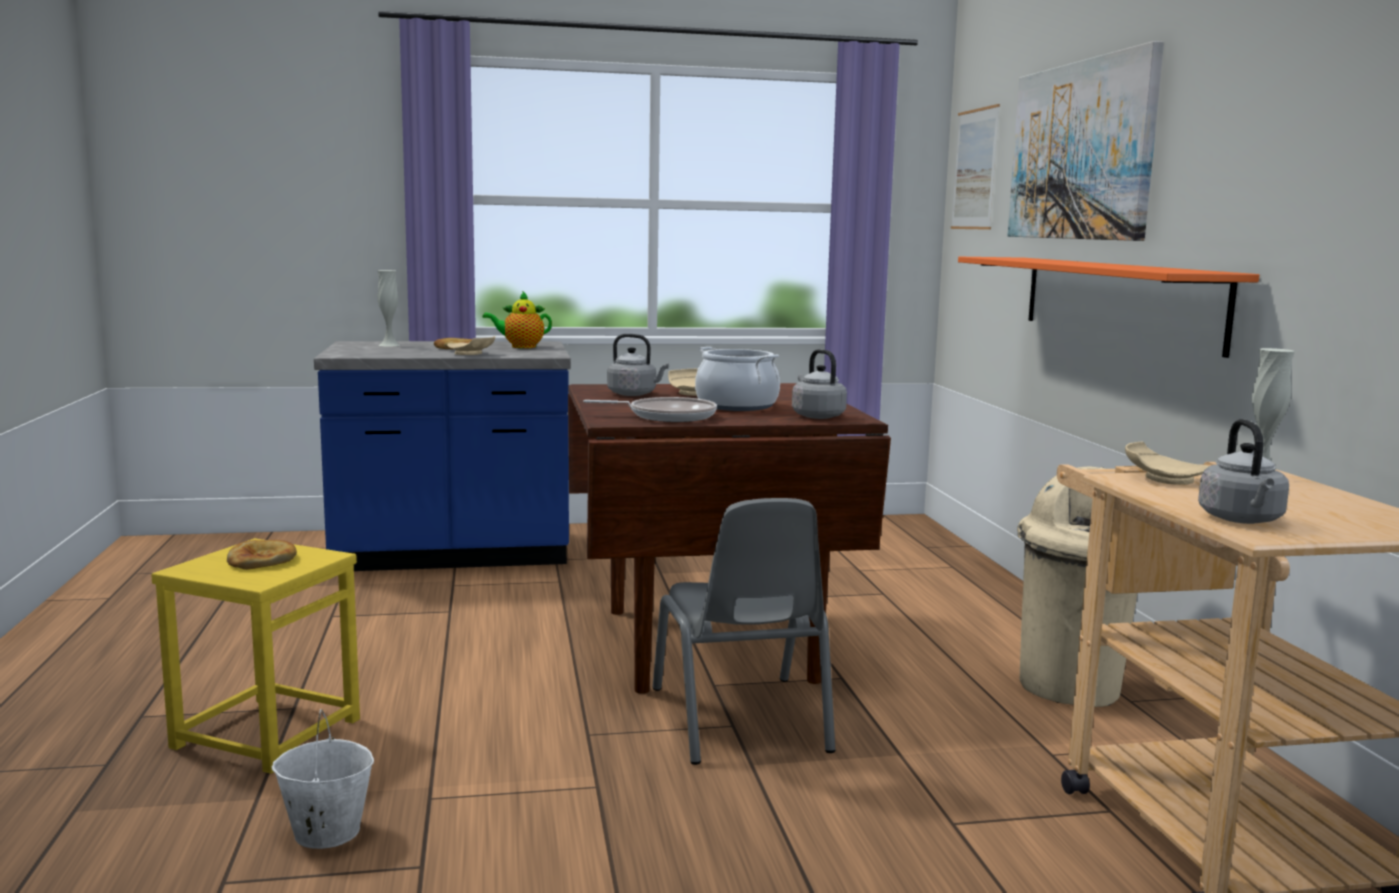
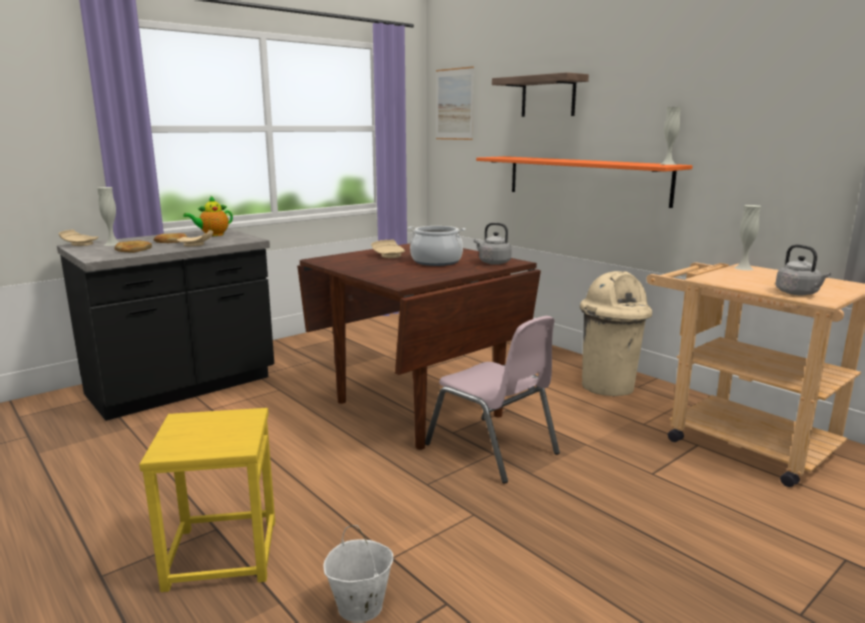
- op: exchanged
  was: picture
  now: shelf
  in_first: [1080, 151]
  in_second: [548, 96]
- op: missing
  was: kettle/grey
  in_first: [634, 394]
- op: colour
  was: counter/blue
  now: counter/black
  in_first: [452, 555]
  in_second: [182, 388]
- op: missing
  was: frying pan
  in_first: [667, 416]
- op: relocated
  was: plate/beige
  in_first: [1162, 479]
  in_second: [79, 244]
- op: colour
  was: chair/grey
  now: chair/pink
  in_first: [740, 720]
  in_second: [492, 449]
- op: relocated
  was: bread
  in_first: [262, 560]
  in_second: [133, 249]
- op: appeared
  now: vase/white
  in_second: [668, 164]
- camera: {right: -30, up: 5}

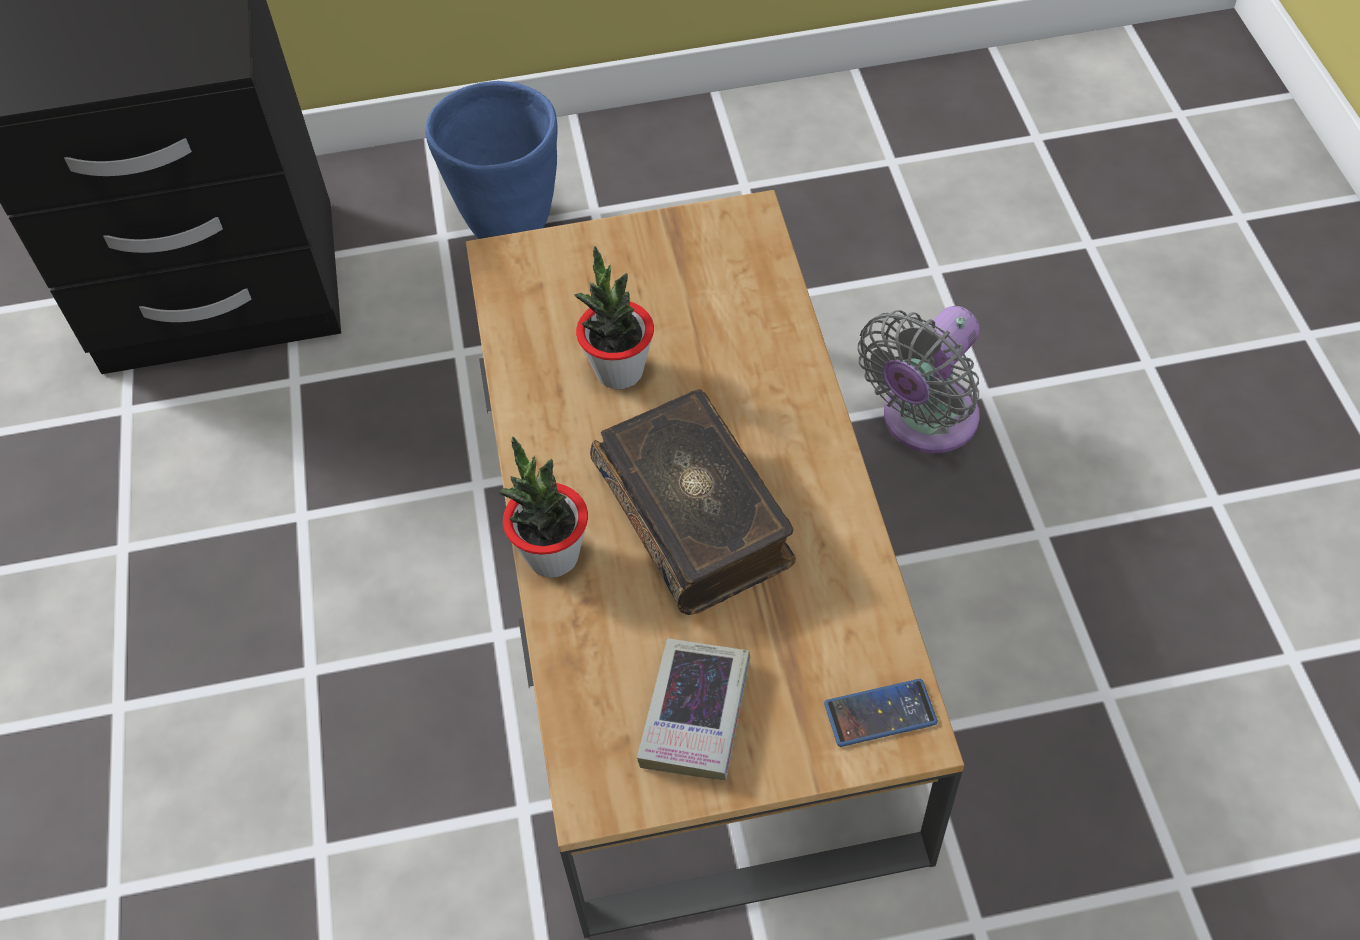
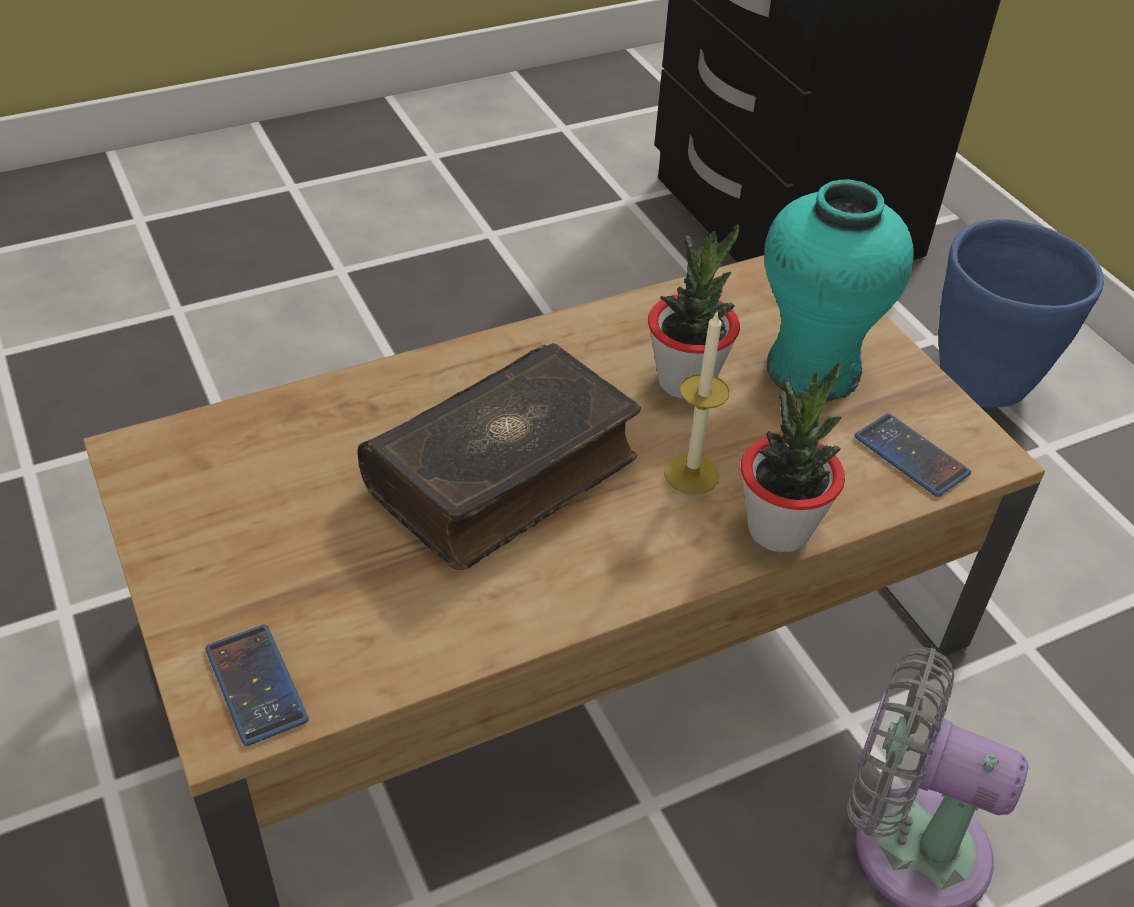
- op: relocated
  was: potted plant
  in_first: [552, 556]
  in_second: [779, 529]
- op: missing
  was: book
  in_first: [696, 714]
- op: appeared
  now: vase/turquoise
  in_second: [812, 370]
- op: appeared
  now: candle
  in_second: [691, 474]
- op: appeared
  now: phone
  in_second: [911, 456]
- camera: {right: 70, up: -10}

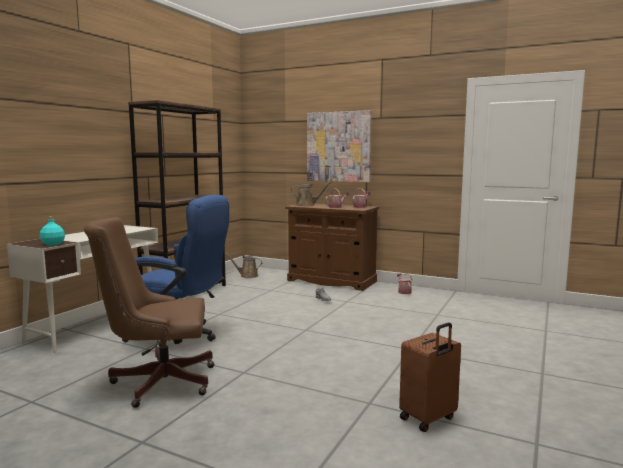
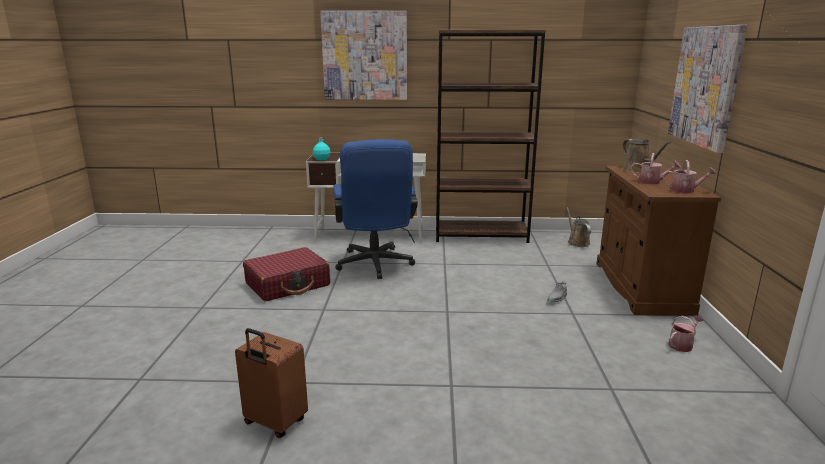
- op: exchanged
  was: office chair/brown
  now: suitcase/red
  in_first: [157, 381]
  in_second: [288, 284]
- op: appeared
  now: picture
  in_second: [365, 56]
- camera: {right: 65, up: 10}

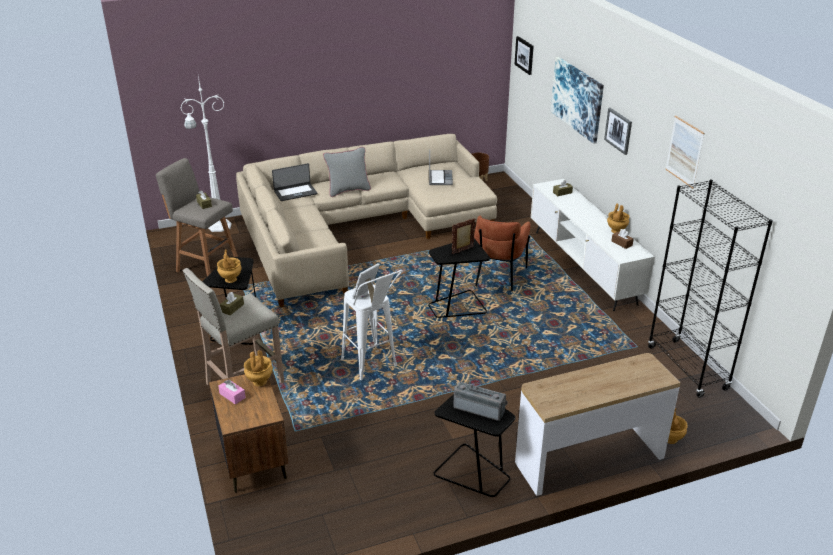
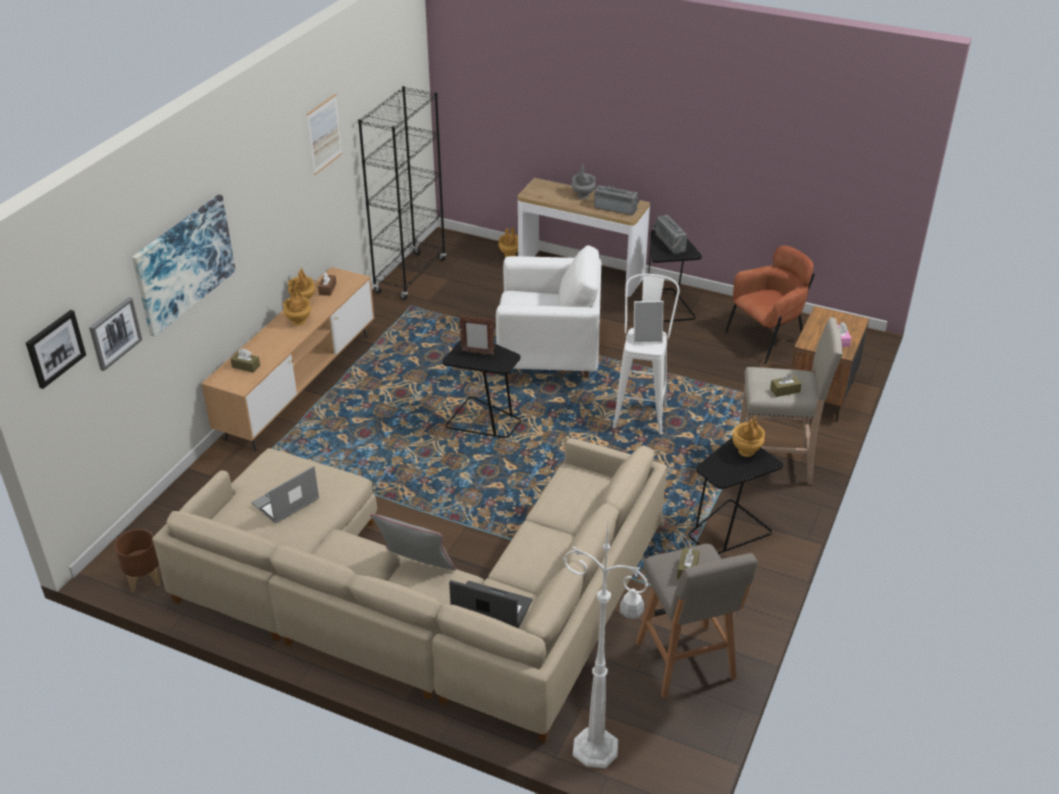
- op: relocated
  was: picture
  in_first: [618, 130]
  in_second: [114, 333]
- op: colour
  was: tv stand/white
  now: tv stand/brown
  in_first: [582, 266]
  in_second: [300, 387]
- op: relocated
  was: armchair/brown
  in_first: [497, 276]
  in_second: [767, 340]
- op: relocated
  was: vase/brown
  in_first: [259, 382]
  in_second: [299, 321]
- op: appeared
  now: vase/grey
  in_second: [583, 196]
- op: appeared
  now: radio
  in_second: [616, 208]
- op: appeared
  now: armchair/white
  in_second: [548, 357]
- camera: {right: -135, up: 5}

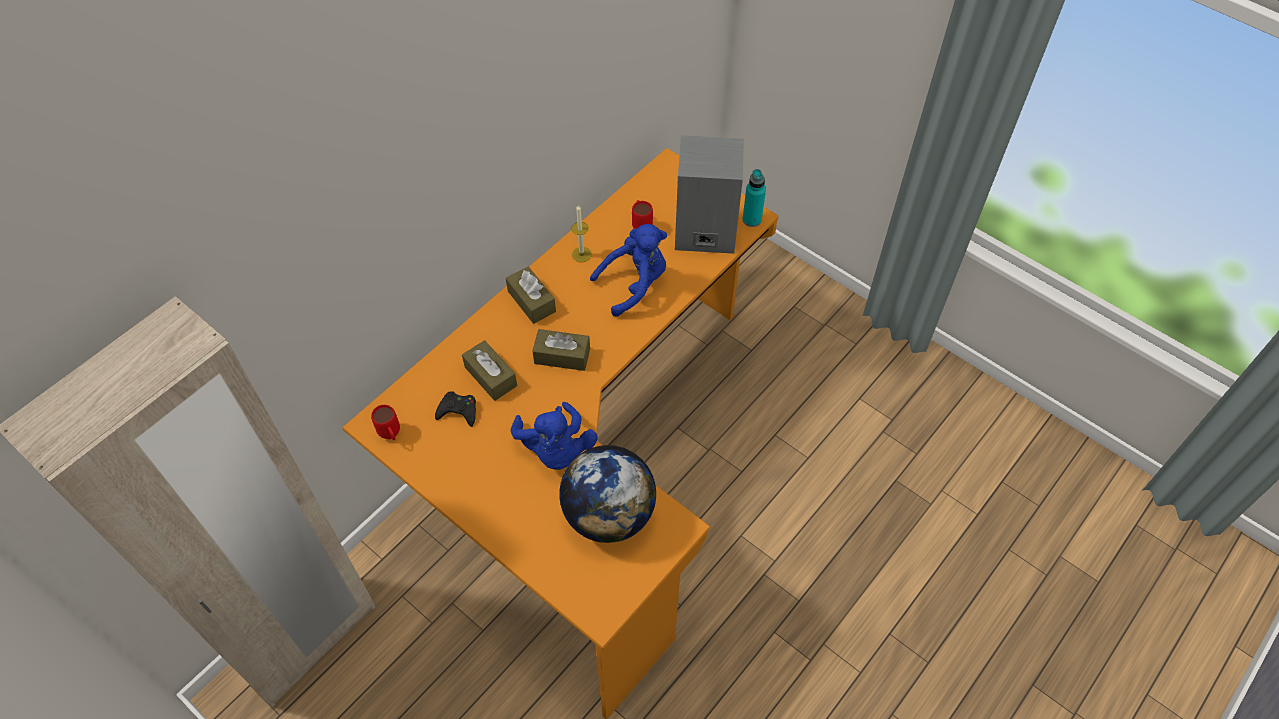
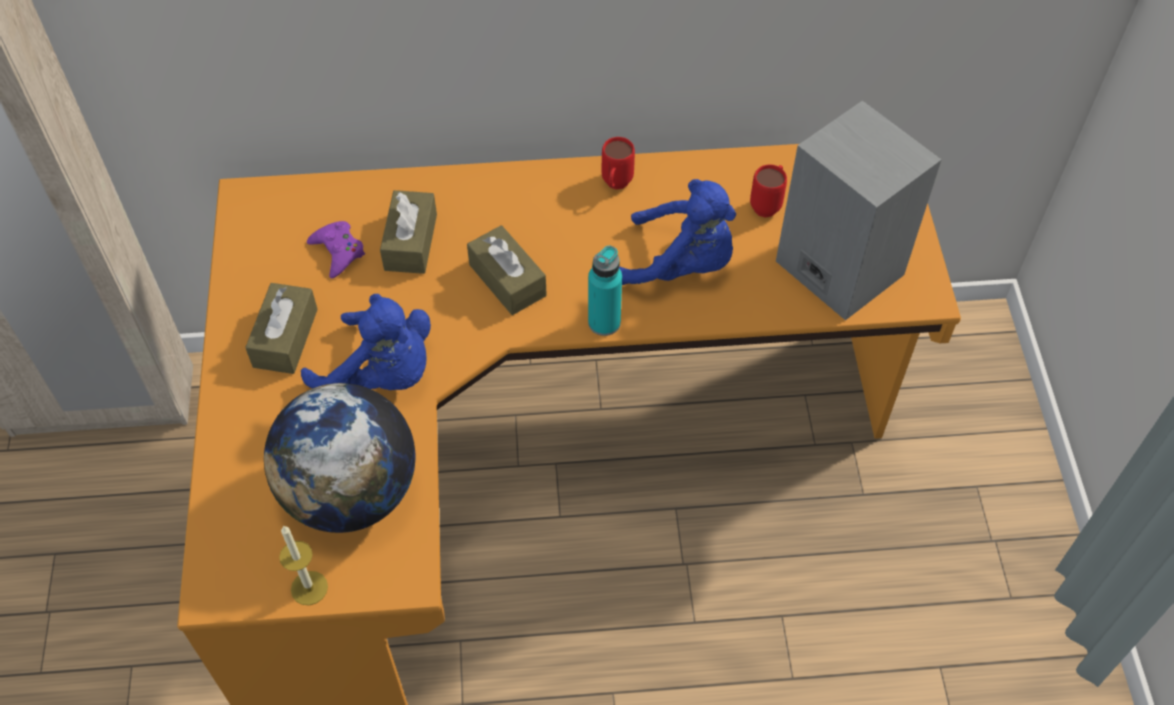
- op: relocated
  was: bottle/turquoise
  in_first: [752, 220]
  in_second: [604, 322]
- op: relocated
  was: candle
  in_first: [581, 254]
  in_second: [309, 588]
- op: relocated
  was: tissue box/brown
  in_first: [531, 301]
  in_second: [285, 338]
- op: colour
  was: game controller/black
  now: game controller/purple
  in_first: [458, 411]
  in_second: [338, 252]
- op: spun
  was: plush toy/blue
  in_first: [556, 450]
  in_second: [381, 375]
  clockwise: -90
- op: relocated
  was: mug/red
  in_first: [391, 436]
  in_second: [615, 186]
- camera: {right: 45, up: 0}

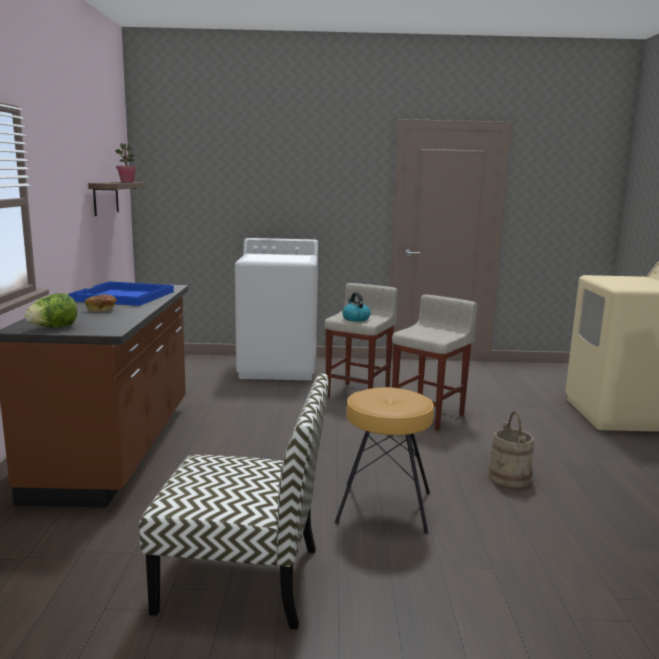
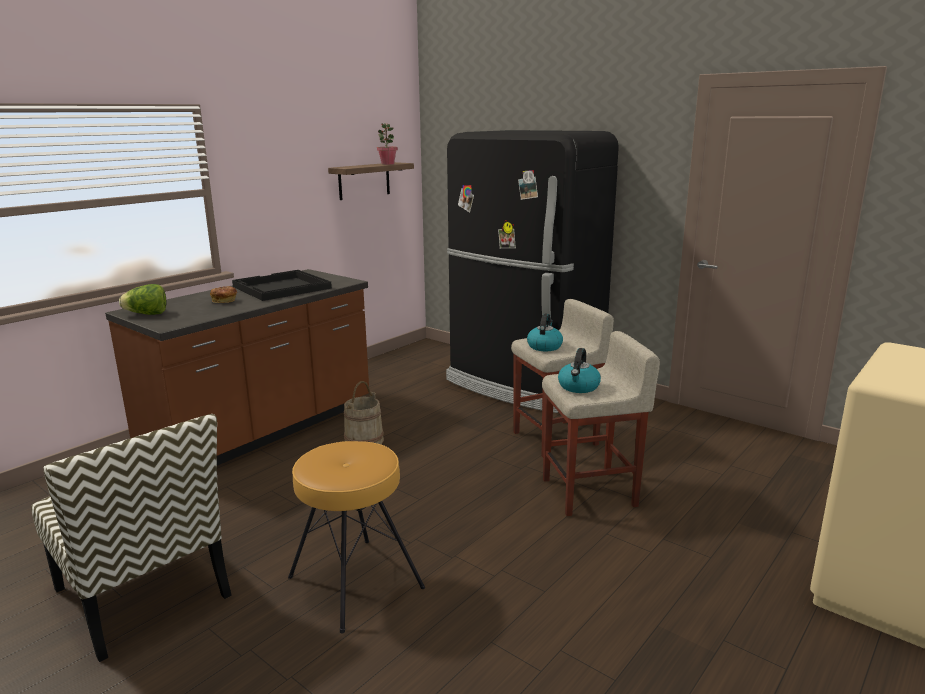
- op: exchanged
  was: washing machine/white
  now: fridge/black
  in_first: [278, 368]
  in_second: [523, 384]
- op: colour
  was: tray/blue
  now: tray/black
  in_first: [124, 296]
  in_second: [281, 288]
- op: relocated
  was: bucket/beige
  in_first: [510, 477]
  in_second: [364, 441]
- op: appeared
  now: kettle
  in_second: [578, 387]
- camera: {right: 40, up: 5}

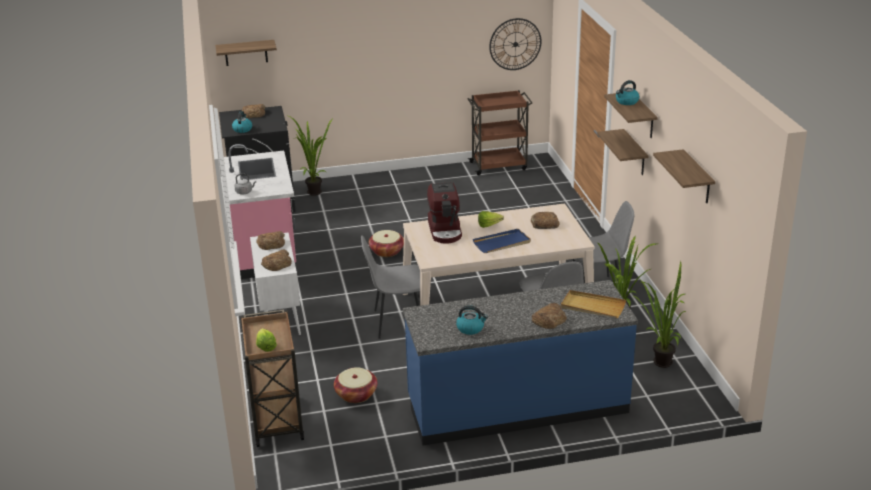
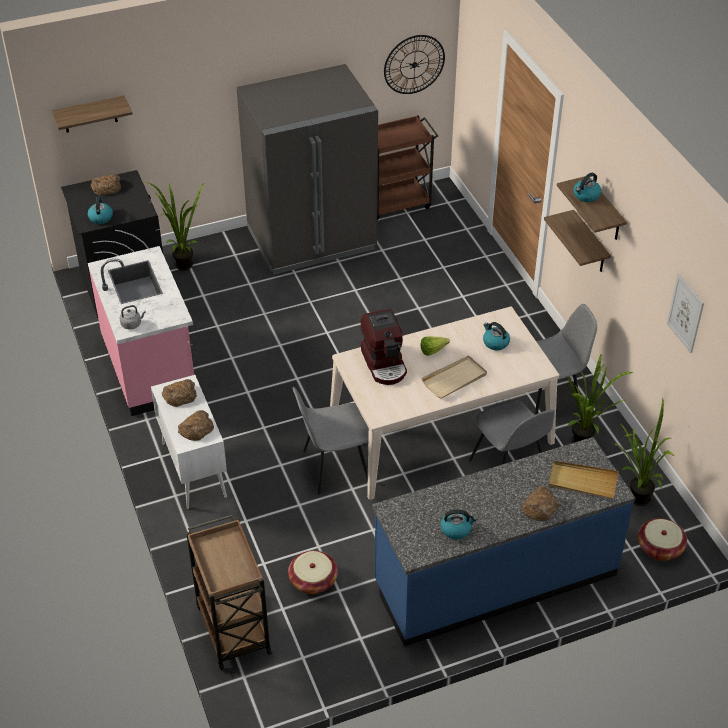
- op: exchanged
  was: shelf
  now: picture
  in_first: [697, 178]
  in_second: [685, 313]
- op: exchanged
  was: bread
  now: kettle
  in_first: [544, 224]
  in_second: [495, 342]
- op: colour
  was: tray/blue
  now: tray/beige
  in_first: [502, 243]
  in_second: [454, 379]
- op: relocated
  was: basket
  in_first: [386, 251]
  in_second: [659, 548]
- op: missing
  was: lettuce
  in_first: [265, 346]
- op: appeared
  now: fridge/grey
  in_second: [312, 239]
- camera: {right: -10, up: 15}

